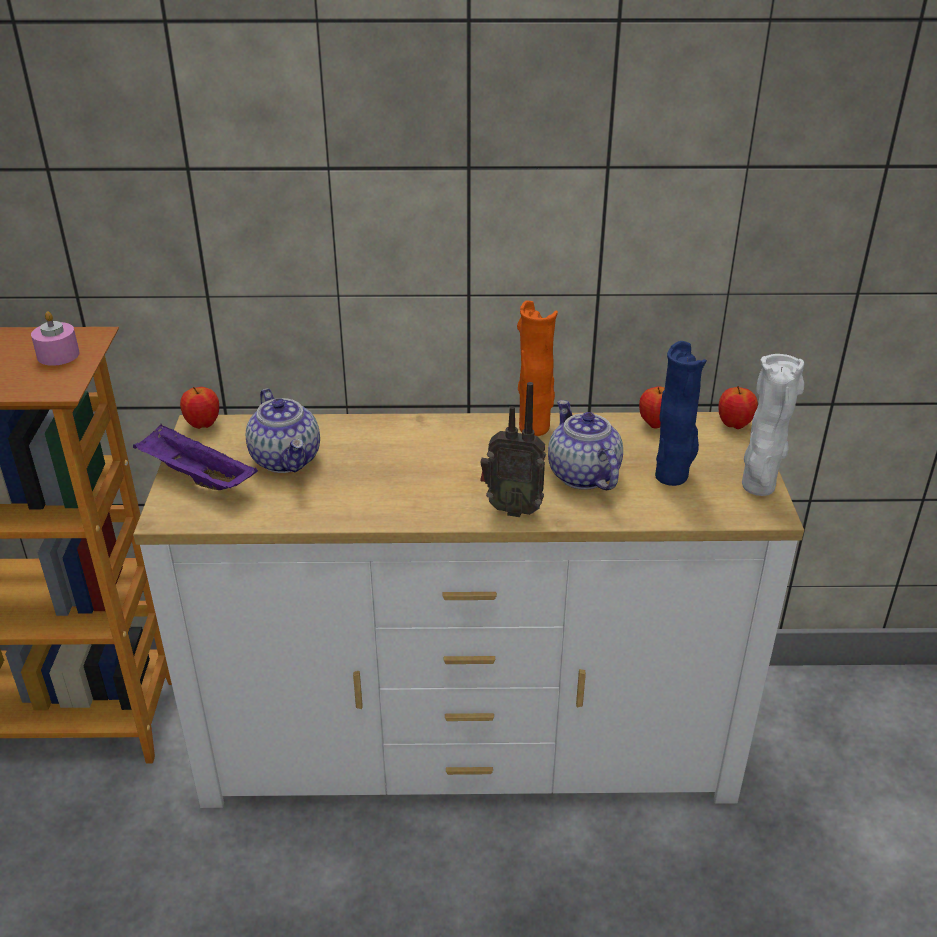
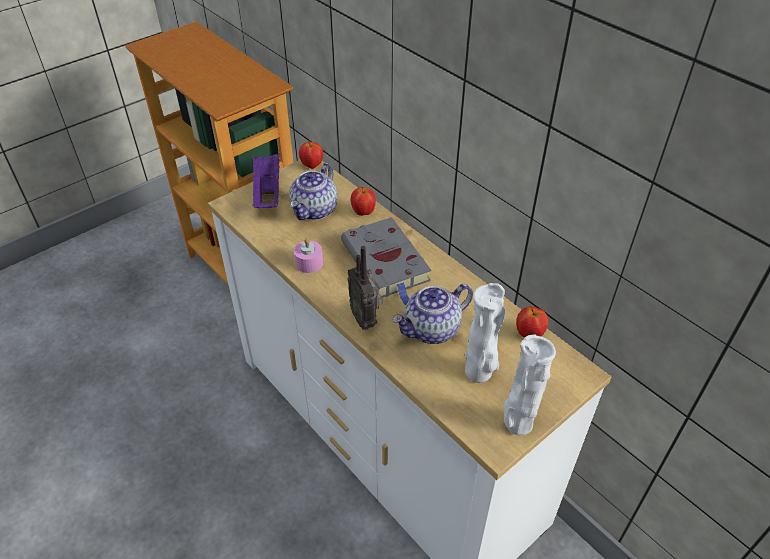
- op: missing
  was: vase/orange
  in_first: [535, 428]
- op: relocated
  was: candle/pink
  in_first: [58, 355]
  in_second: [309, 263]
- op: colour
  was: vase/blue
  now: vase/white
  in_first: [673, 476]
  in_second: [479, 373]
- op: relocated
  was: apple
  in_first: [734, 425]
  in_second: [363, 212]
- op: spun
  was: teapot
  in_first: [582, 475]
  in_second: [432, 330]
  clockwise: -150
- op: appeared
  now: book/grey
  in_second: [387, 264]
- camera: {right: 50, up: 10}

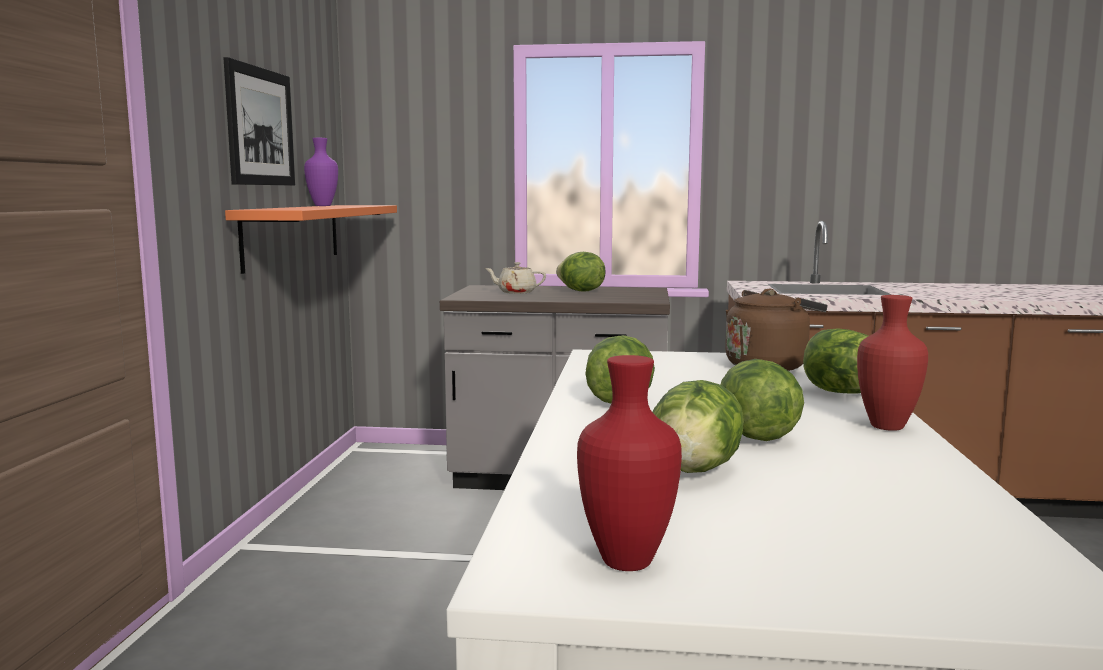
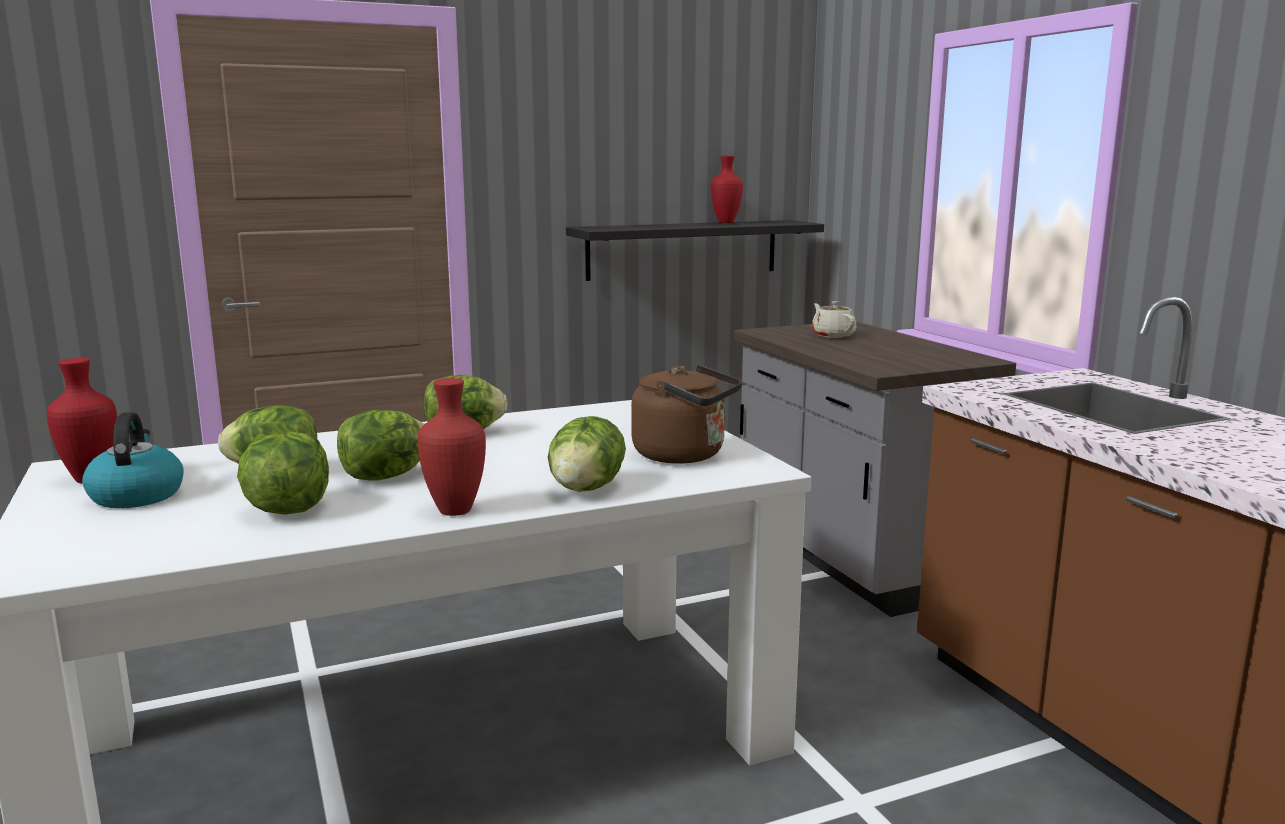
- op: missing
  was: picture
  in_first: [260, 127]
- op: colour
  was: vase/purple
  now: vase/red
  in_first: [323, 206]
  in_second: [726, 222]
- op: colour
  was: shelf/orange
  now: shelf/black
  in_first: [292, 235]
  in_second: [683, 249]
- op: relocated
  was: lettuce
  in_first: [580, 291]
  in_second: [288, 510]
- op: appeared
  now: kettle
  in_second: [136, 495]
- camera: {right: 60, up: 5}

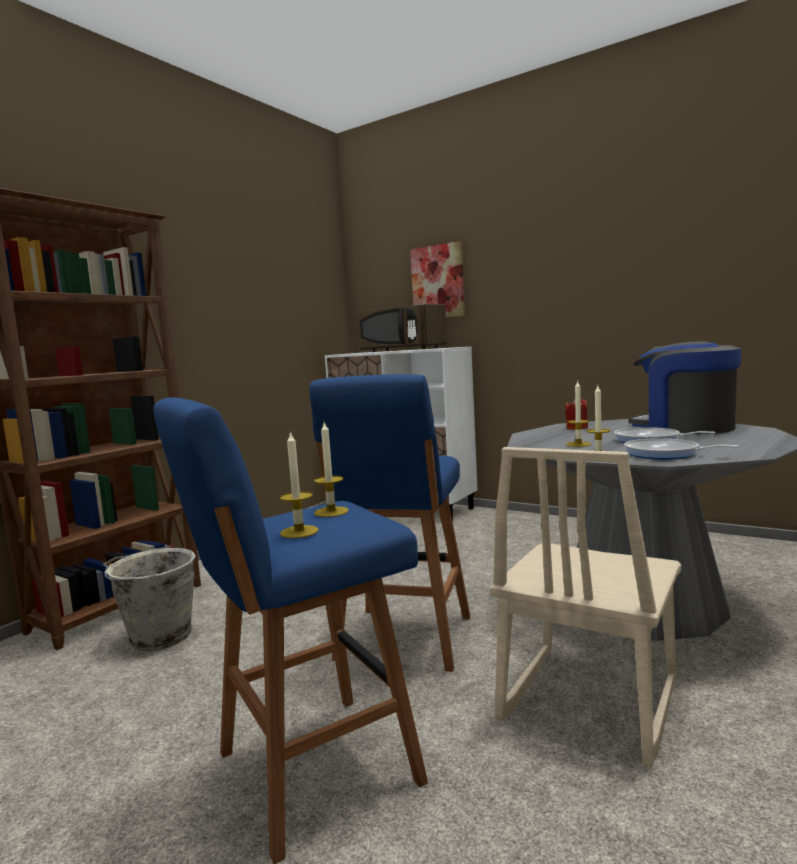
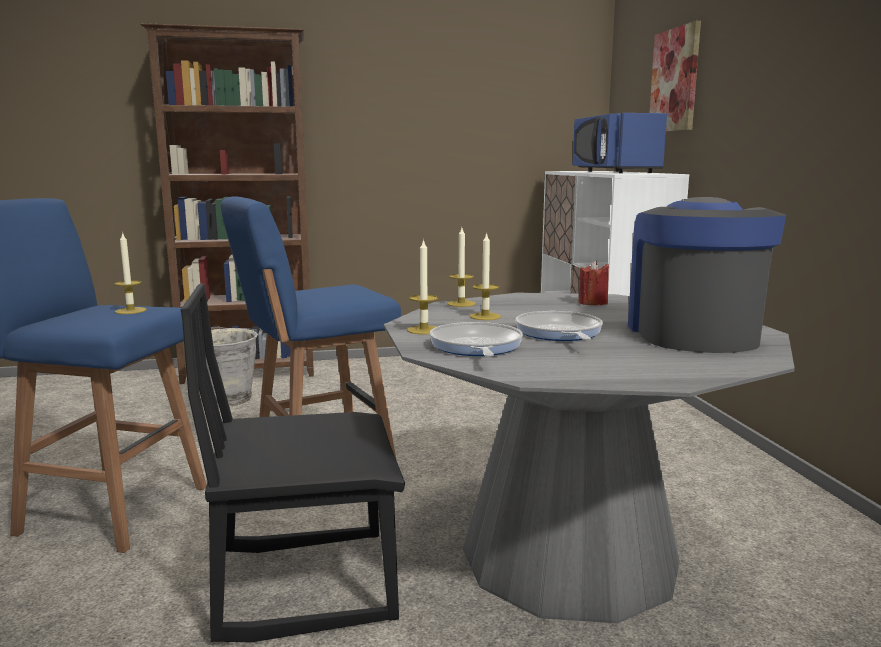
- op: colour
  was: microwave/brown
  now: microwave/blue
  in_first: [401, 350]
  in_second: [613, 172]
- op: relocated
  was: candle
  in_first: [299, 532]
  in_second: [461, 304]
- op: colour
  was: chair/beige
  now: chair/black
  in_first: [587, 701]
  in_second: [305, 582]
- camera: {right: 45, up: 5}

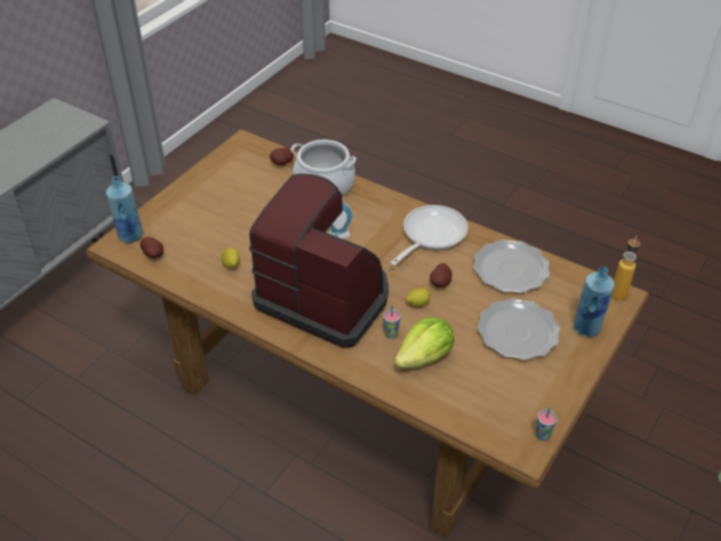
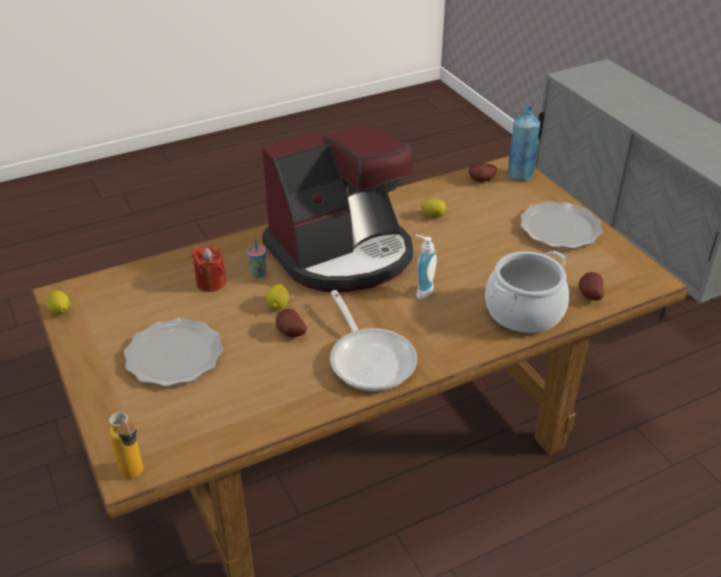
- op: relocated
  was: plate
  in_first: [510, 269]
  in_second: [560, 228]
- op: missing
  was: bottle/blue
  in_first: [587, 328]
- op: exchanged
  was: lettuce
  now: candle/red
  in_first: [425, 358]
  in_second: [211, 282]
- op: exchanged
  was: cup
  now: lemon
  in_first: [542, 435]
  in_second: [60, 311]
- camera: {right: 120, up: -5}

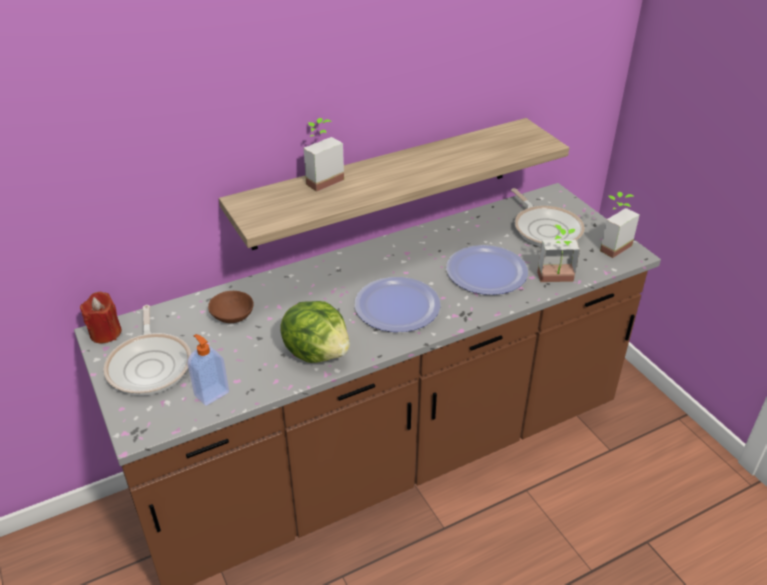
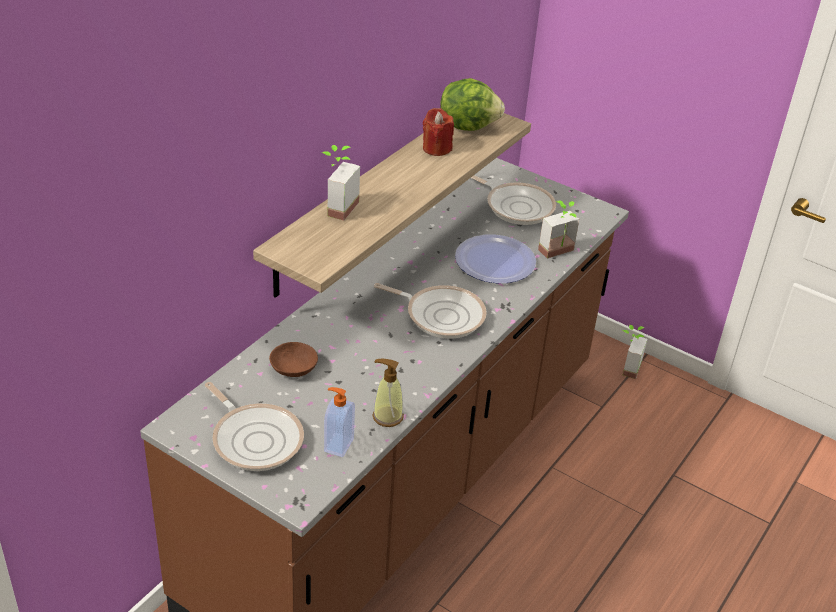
- op: relocated
  was: potted plant
  in_first: [610, 245]
  in_second: [626, 367]
- op: exchanged
  was: plate
  now: frying pan
  in_first: [397, 306]
  in_second: [441, 315]
- op: relocated
  was: candle/red
  in_first: [105, 333]
  in_second: [436, 148]
- op: relocated
  was: lettuce
  in_first: [317, 352]
  in_second: [468, 125]
- op: appeared
  now: soap dispenser
  in_second: [387, 416]
- camera: {right: -30, up: 0}

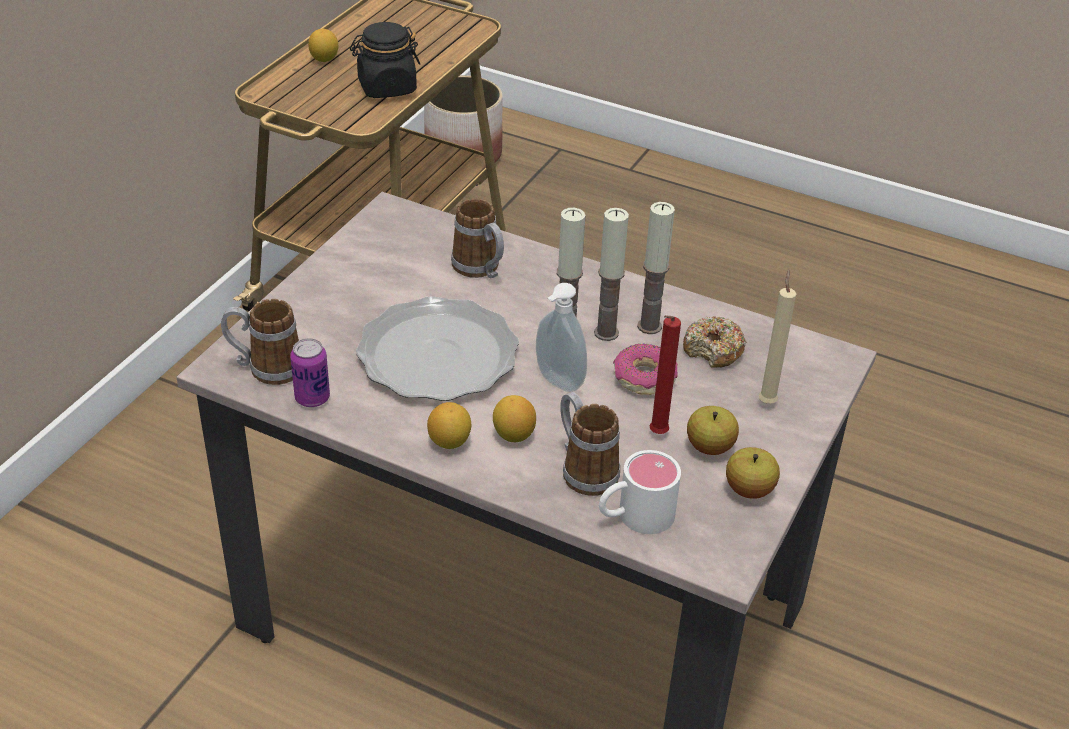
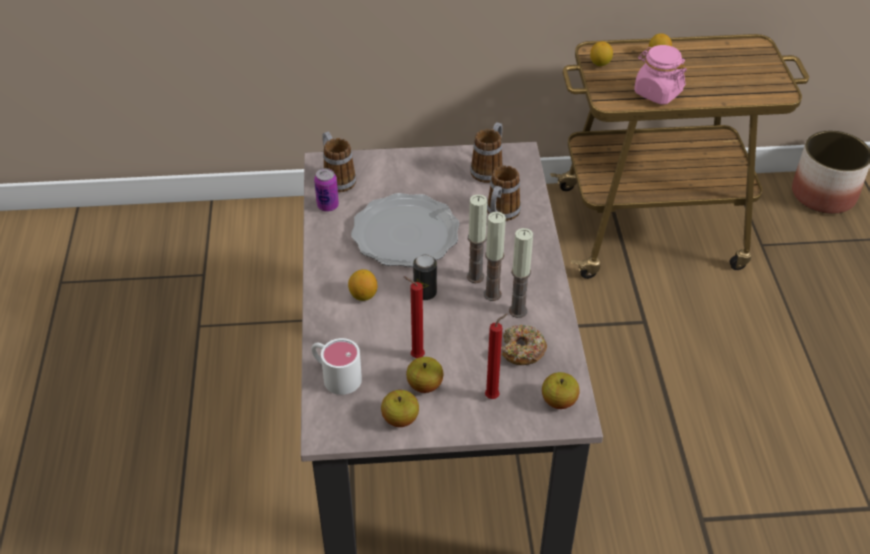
- op: colour
  was: jar/black
  now: jar/pink
  in_first: [386, 87]
  in_second: [657, 92]
- op: colour
  was: candle/beige
  now: candle/red
  in_first: [767, 401]
  in_second: [494, 396]
- op: exchanged
  was: soap dispenser
  now: can
  in_first: [557, 382]
  in_second: [425, 293]
- op: missing
  was: donut
  in_first: [644, 378]
- op: relocated
  was: mug
  in_first: [583, 469]
  in_second: [489, 169]
- op: relocated
  was: lemon
  in_first: [449, 442]
  in_second: [600, 63]
- op: appeared
  now: apple
  in_second: [559, 401]
- camera: {right: 60, up: 5}

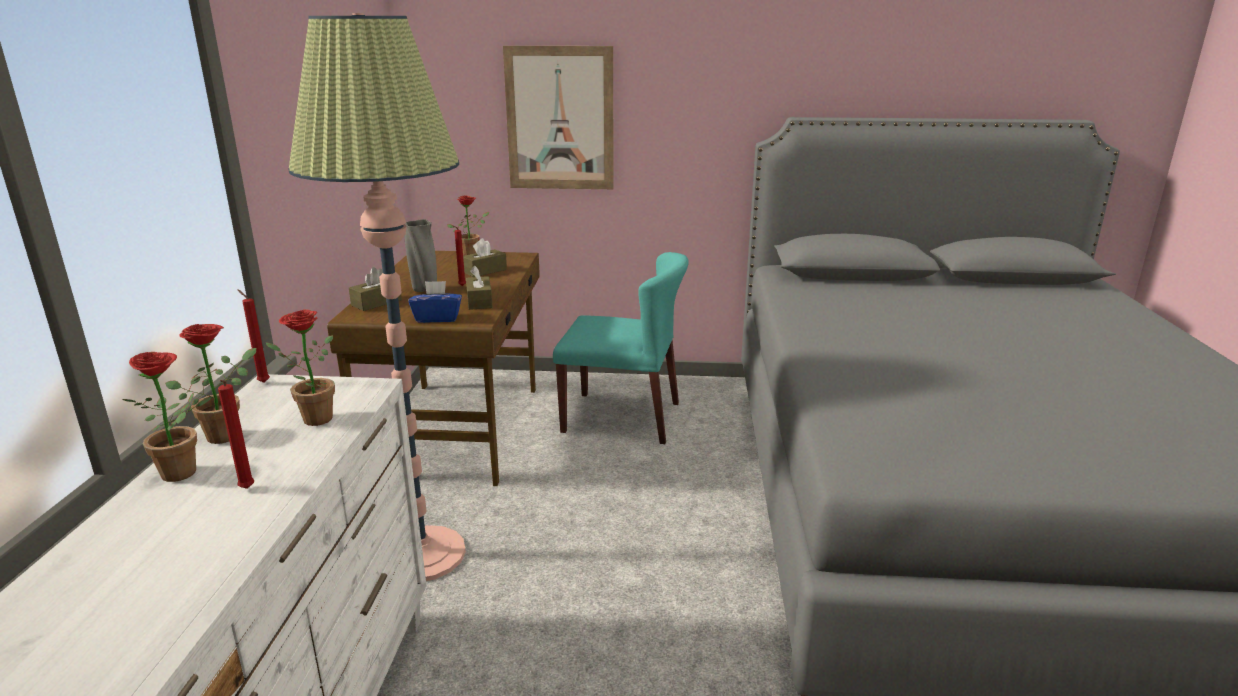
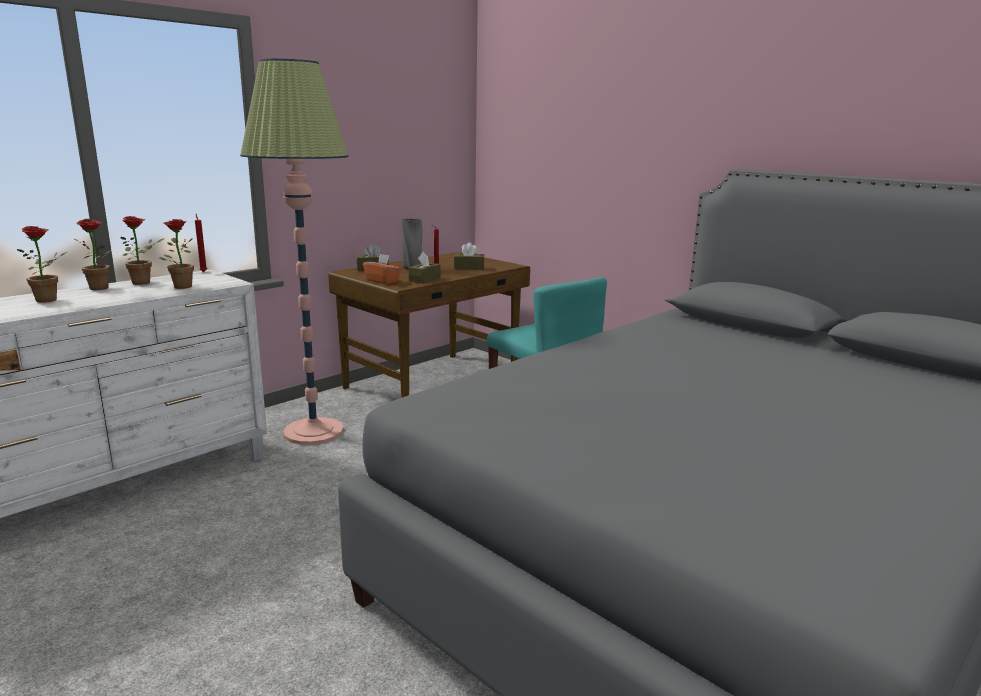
- op: missing
  was: picture
  in_first: [560, 119]
- op: relocated
  was: potted plant
  in_first: [472, 253]
  in_second: [51, 300]
- op: colour
  was: tissue box/blue
  now: tissue box/orange
  in_first: [437, 318]
  in_second: [382, 281]
- op: missing
  was: candle/red
  in_first: [246, 490]
- camera: {right: 40, up: -5}

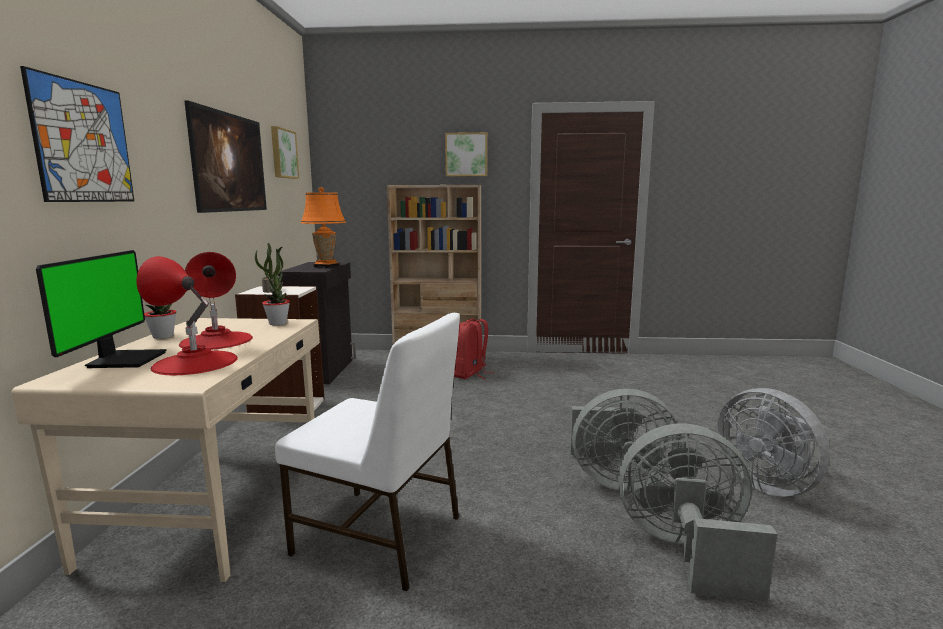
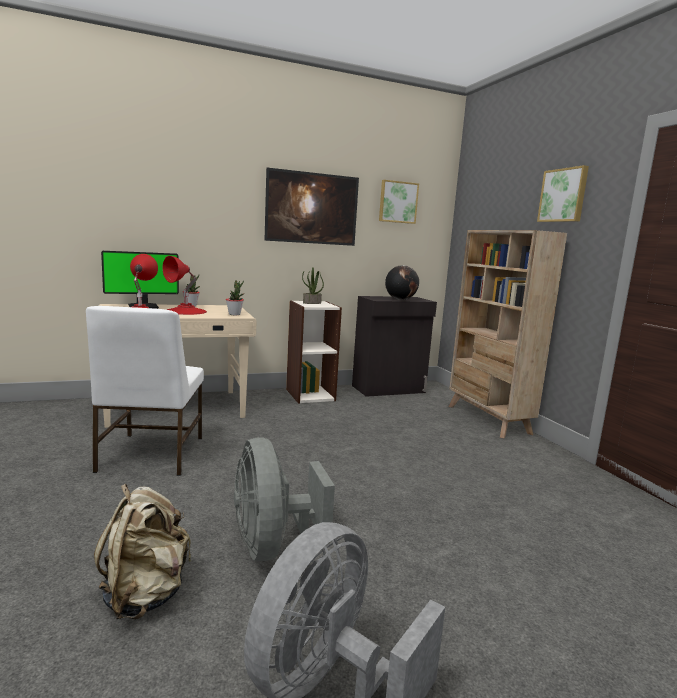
- op: missing
  was: picture
  in_first: [83, 142]
- op: exchanged
  was: table lamp/orange
  now: globe
  in_first: [326, 266]
  in_second: [400, 299]
- op: missing
  was: backpack/red
  in_first: [468, 374]
- op: exchanged
  was: fan/grey
  now: backpack/beige
  in_first: [686, 551]
  in_second: [146, 594]
- camera: {right: 65, up: 0}

